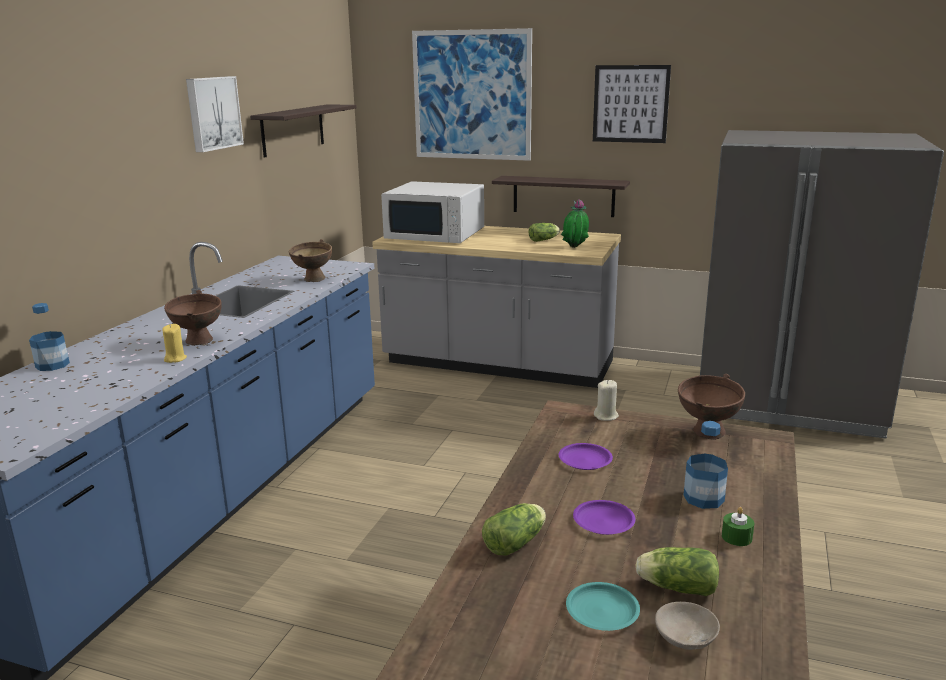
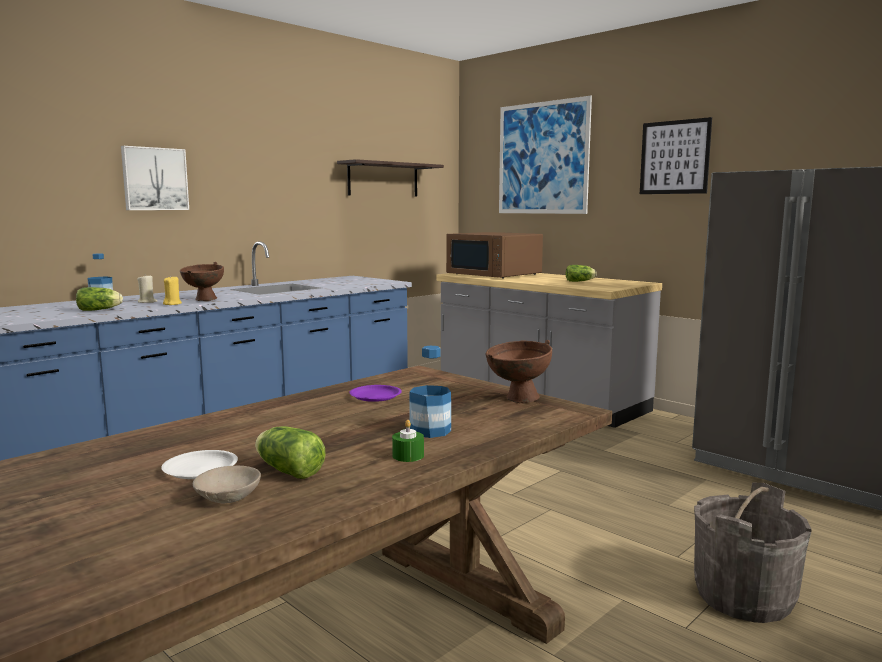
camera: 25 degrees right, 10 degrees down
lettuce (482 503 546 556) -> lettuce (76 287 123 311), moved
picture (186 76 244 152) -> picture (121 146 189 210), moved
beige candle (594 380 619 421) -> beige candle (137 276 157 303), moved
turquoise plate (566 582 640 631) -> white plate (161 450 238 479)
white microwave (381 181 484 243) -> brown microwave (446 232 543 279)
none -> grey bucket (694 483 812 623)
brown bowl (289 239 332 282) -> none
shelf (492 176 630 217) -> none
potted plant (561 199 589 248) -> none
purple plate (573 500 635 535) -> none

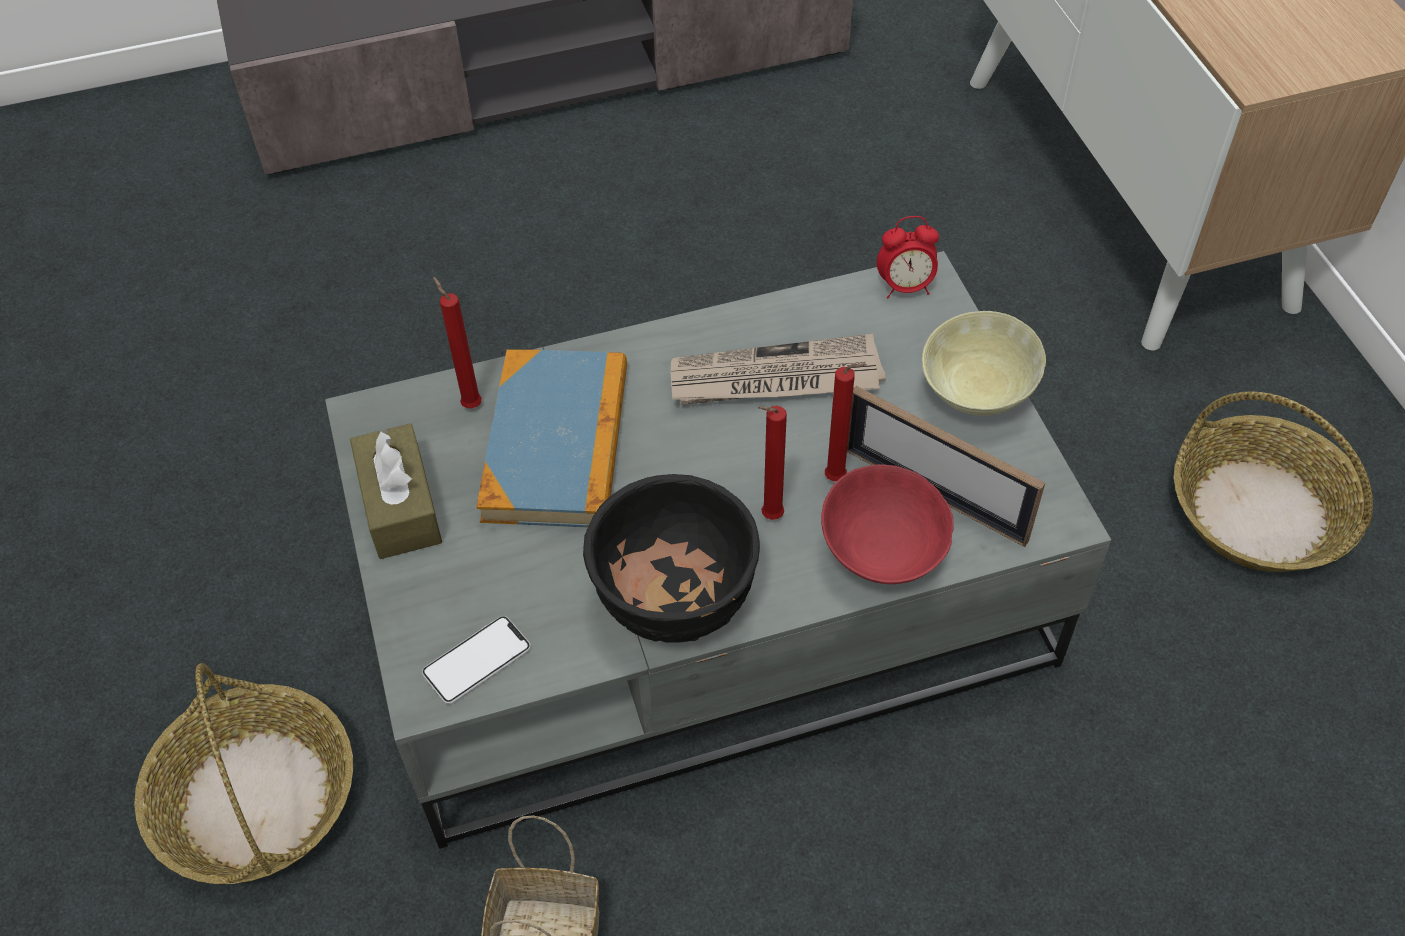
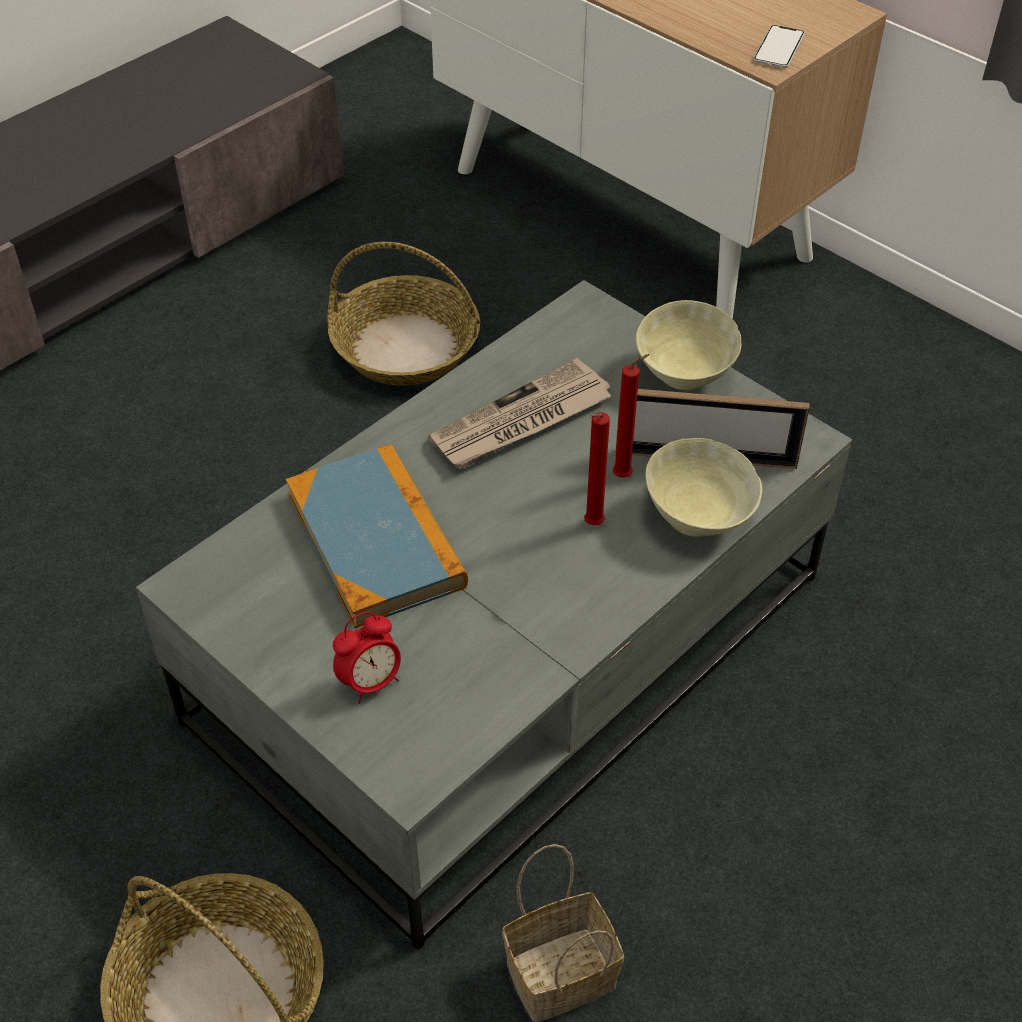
camera: 30 degrees left, 5 degrees down
basket (1174 392 1373 572) -> basket (327 242 481 386), moved
alarm clock (877 216 939 299) -> alarm clock (333 612 401 704), moved
red bowl (821 464 953 584) -> beige bowl (645 438 762 537)
phone (422 616 531 704) -> phone (753 25 805 68), moved
brown tissue box (350 423 442 559) -> none
red candle (433 277 482 408) -> none
black bowl (583 474 760 643) -> none

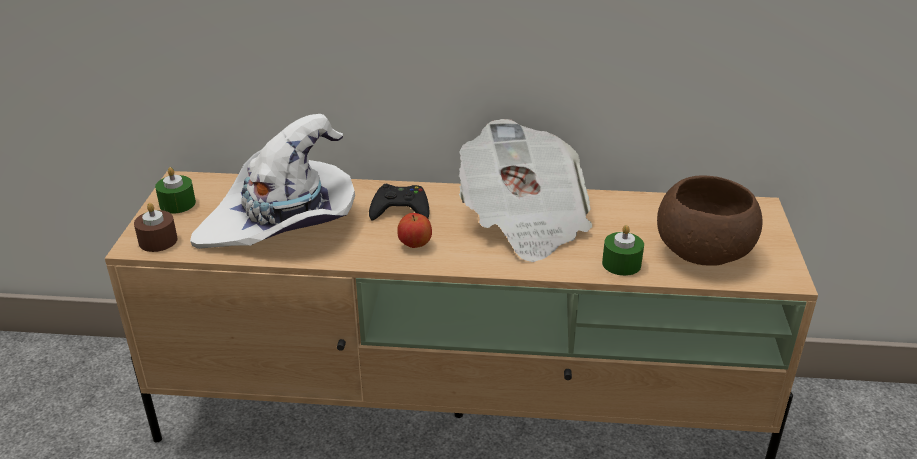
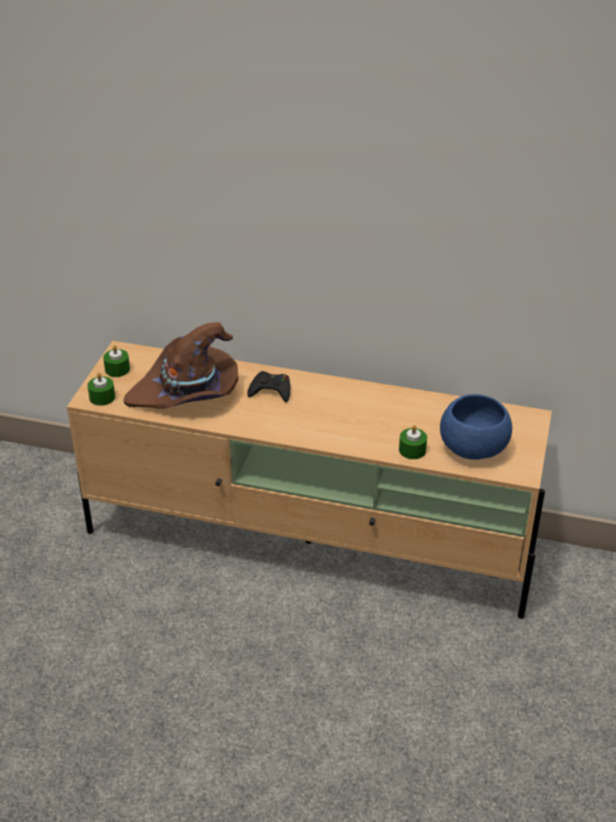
camera: 10 degrees right, 5 degrees up
brown candle (134 203 178 252) -> green candle (87 373 115 406)
white hat (190 114 355 249) -> brown hat (123 322 238 409)
brown bowl (657 176 763 266) -> blue bowl (440 394 512 460)
apple (397 213 432 248) -> none
newspaper (459 119 592 262) -> none

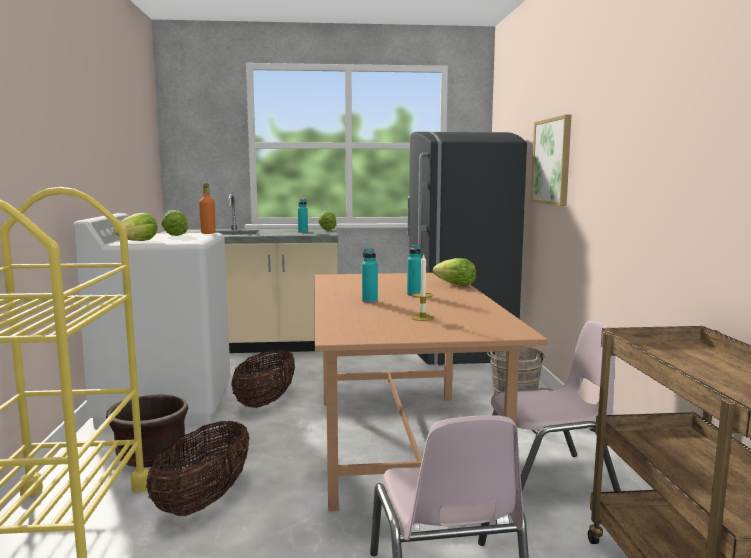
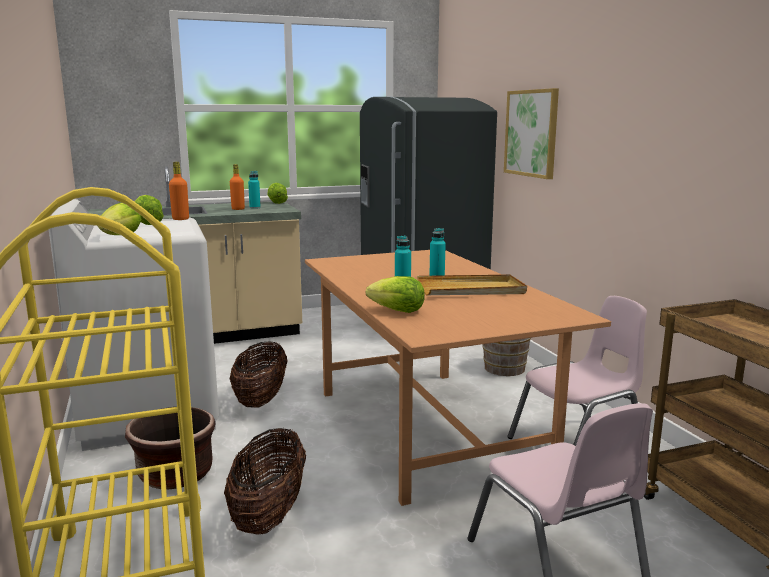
camera: 15 degrees left, 5 degrees up
none -> orange bottle (230 164 245 210)
lettuce (433 258 476 286) -> lettuce (366 276 425 313), moved
none -> beige tray (417 274 527 295)
candle (411 255 435 321) -> none

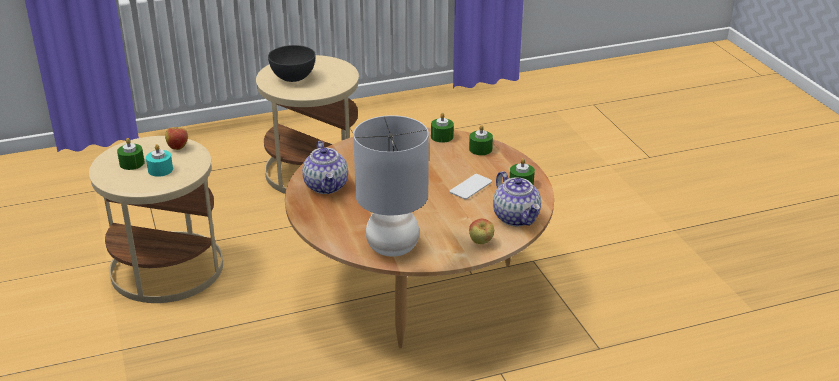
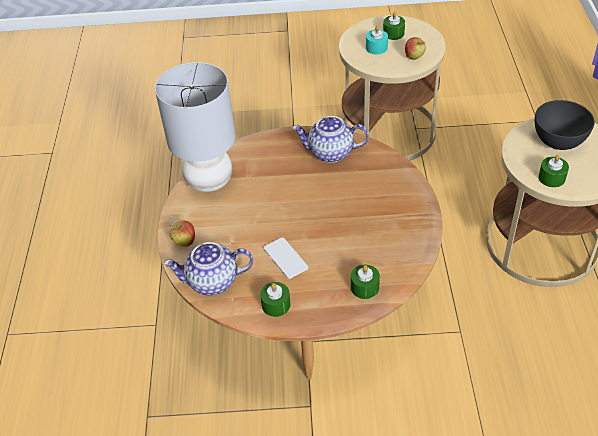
camera: 110 degrees right, 15 degrees up
green candle (431 113 454 143) -> green candle (538 155 569 188), moved

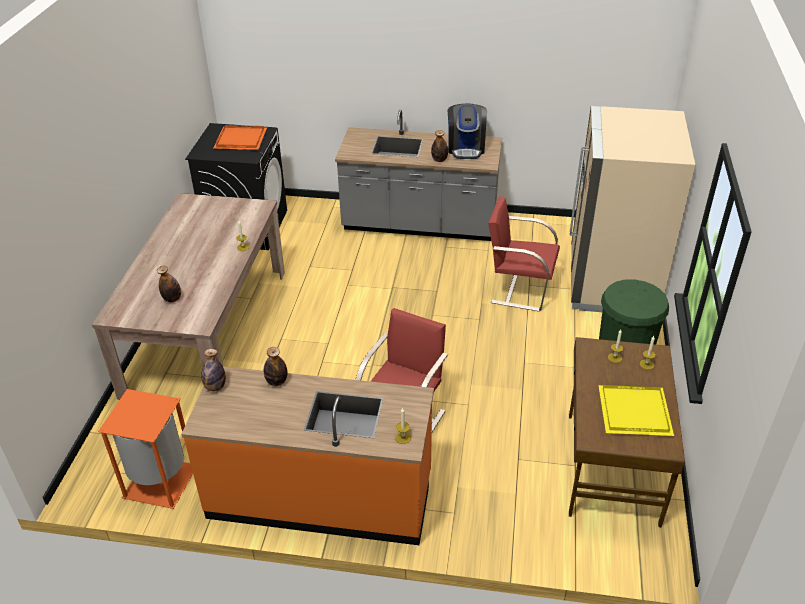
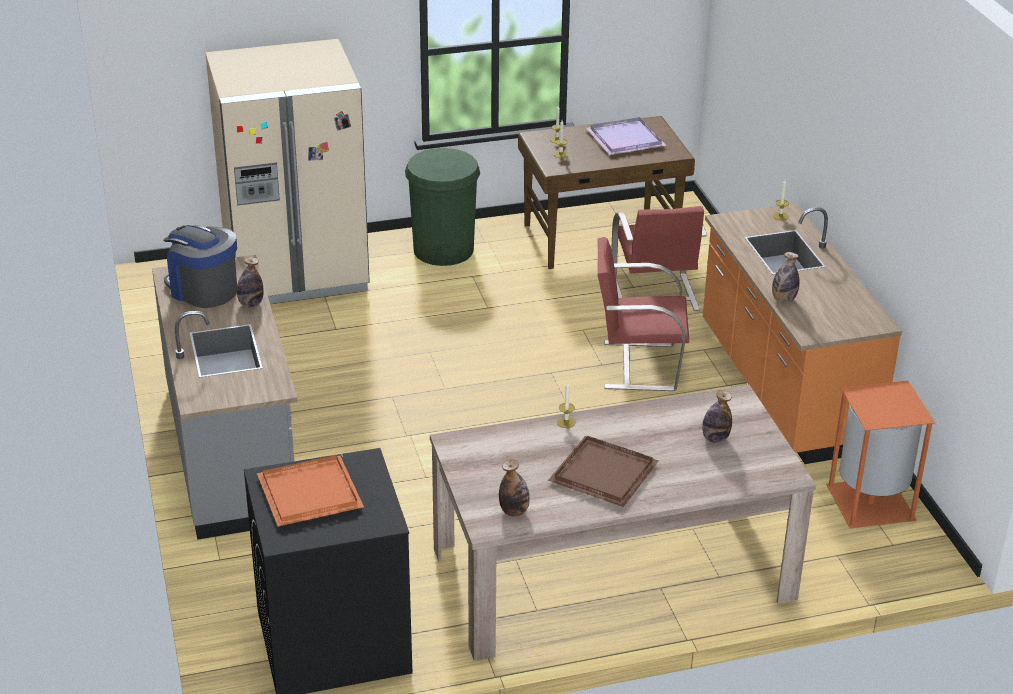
camera: 115 degrees left, 5 degrees down
coffee machine (448 104 487 159) -> coffee machine (163 225 237 308), 120 degrees counterclockwise
bottle (201 349 226 391) -> bottle (499 459 530 517), moved
none -> brown tray (548 436 659 507)
yellow tray (598 385 674 436) -> purple tray (586 117 667 155)
red chair (488 197 560 311) -> red chair (611 206 707 311), moved

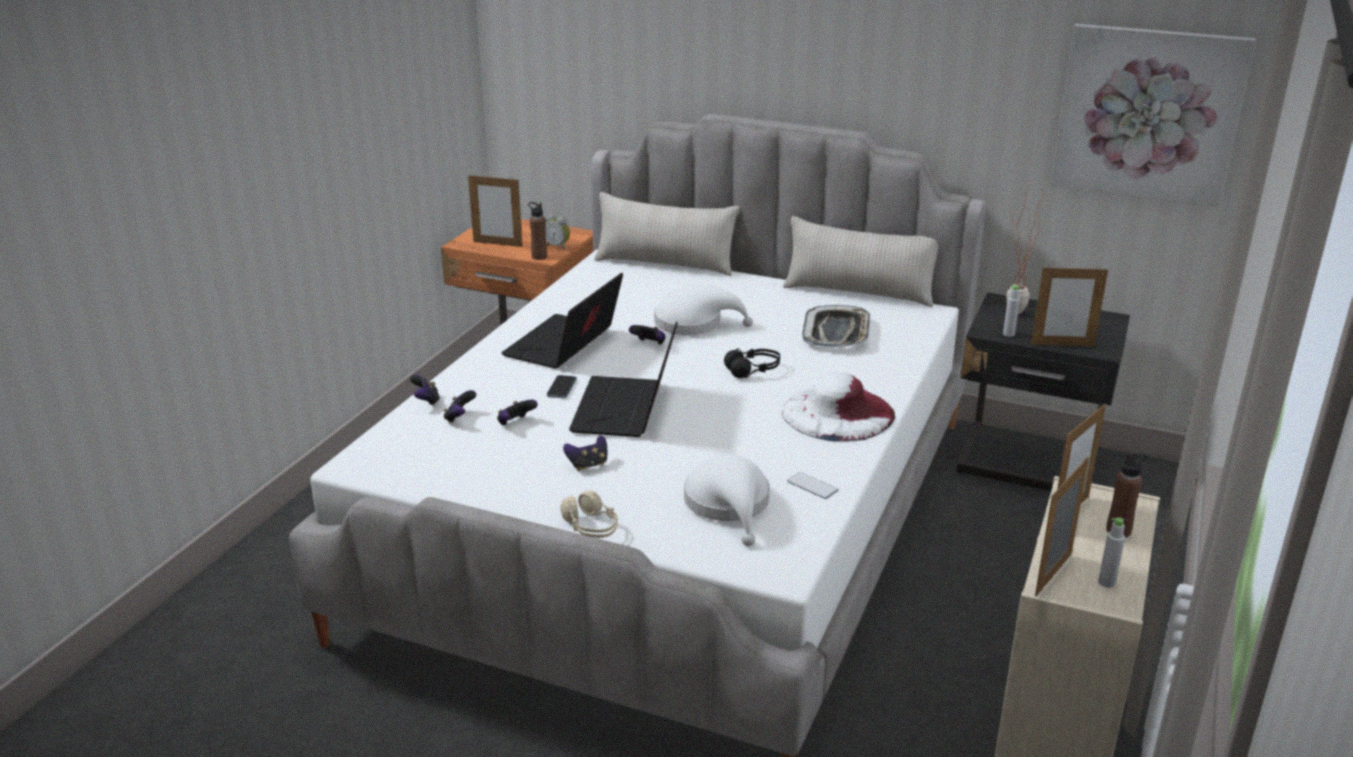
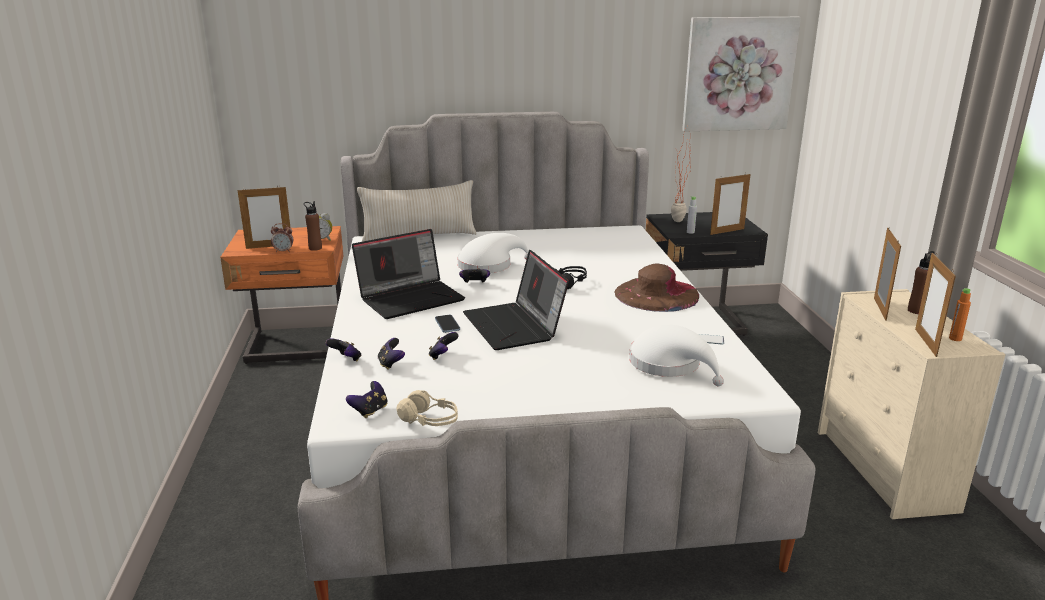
camera: 30 degrees left, 5 degrees down
none -> alarm clock (271 223 293 252)
game controller (563 435 607 471) -> game controller (346 381 388 418), moved
laptop (501 273 623 368) -> laptop (352 229 465 319), 120 degrees counterclockwise
beige headphones (560 491 618 538) -> beige headphones (396 390 458 426), moved
white hat (782 372 895 441) -> brown hat (614 263 699 312)
grey bottle (1098 517 1125 588) -> orange bottle (949 288 971 341)
beige pillow (783 216 938 307) -> none
tray (802 305 870 347) -> none

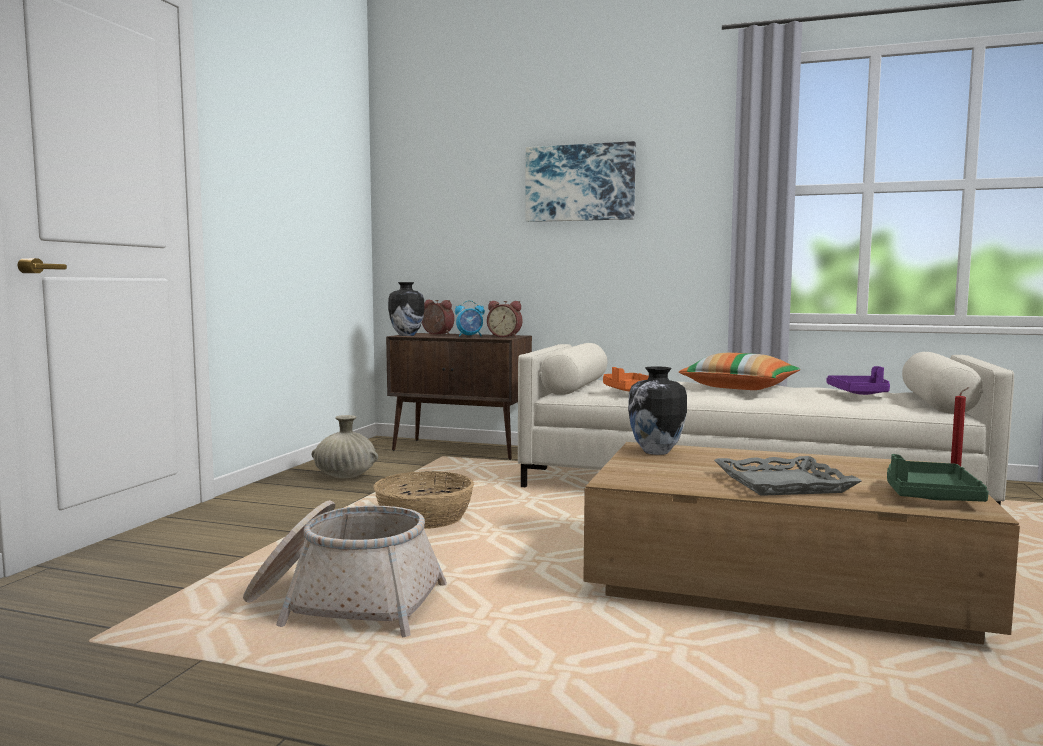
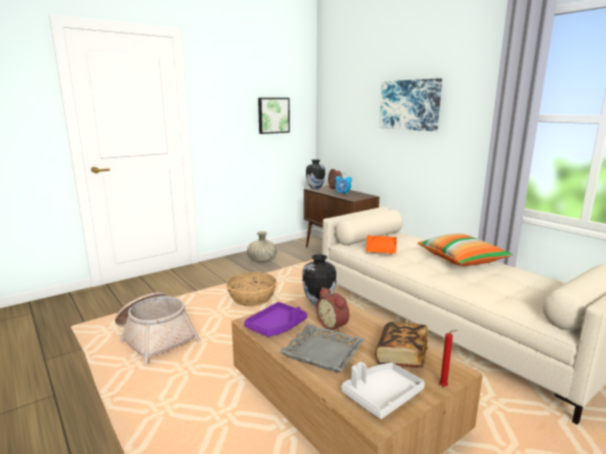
camera: 35 degrees right, 10 degrees up
purple tray (827 366 890 395) -> purple tray (244 302 307 337), moved
none -> picture (258 98 290 134)
alarm clock (487 301 523 337) -> alarm clock (316 287 349 332), moved
green tray (887 454 989 502) -> grey tray (341 362 425 419)
none -> book (375 322 428 368)

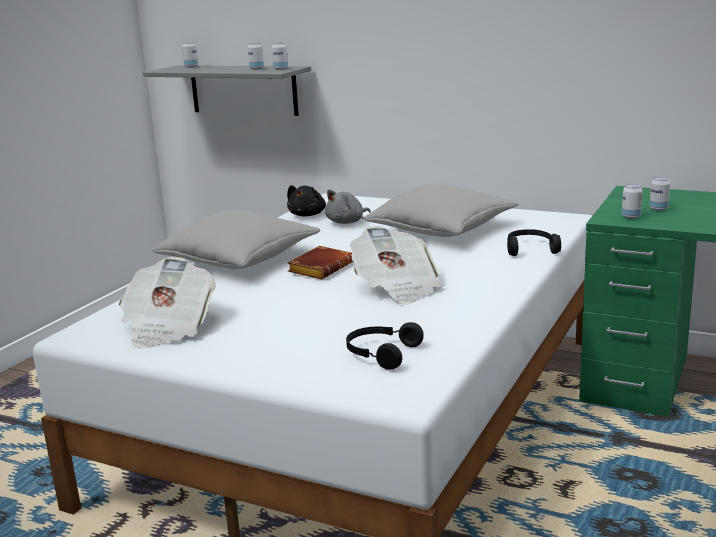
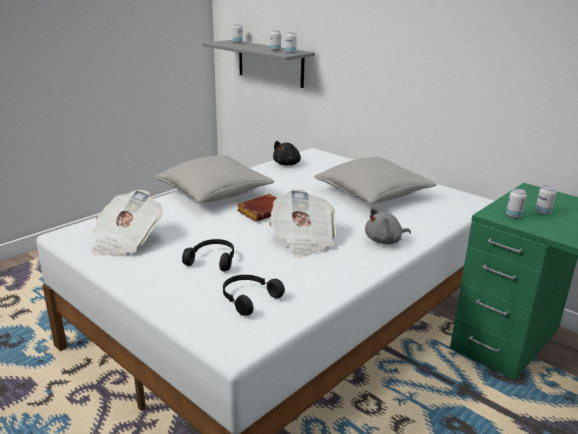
camera: 15 degrees right, 5 degrees up
black headphones (507 229 561 256) -> black headphones (182 239 234 271), moved
grey plush toy (325 189 371 224) -> grey plush toy (365 208 411 244), moved

